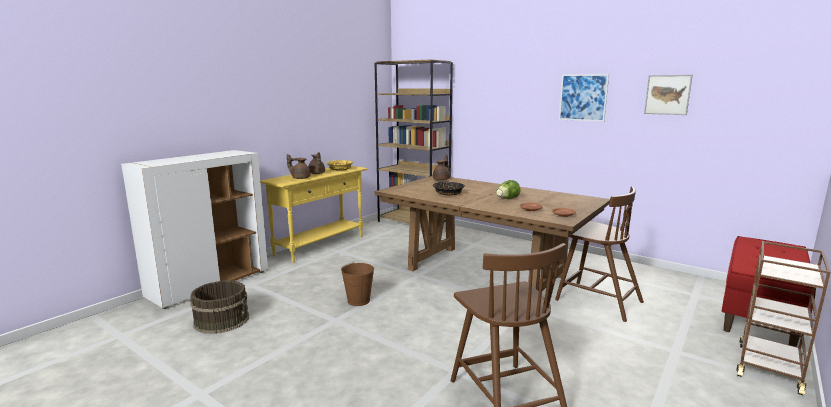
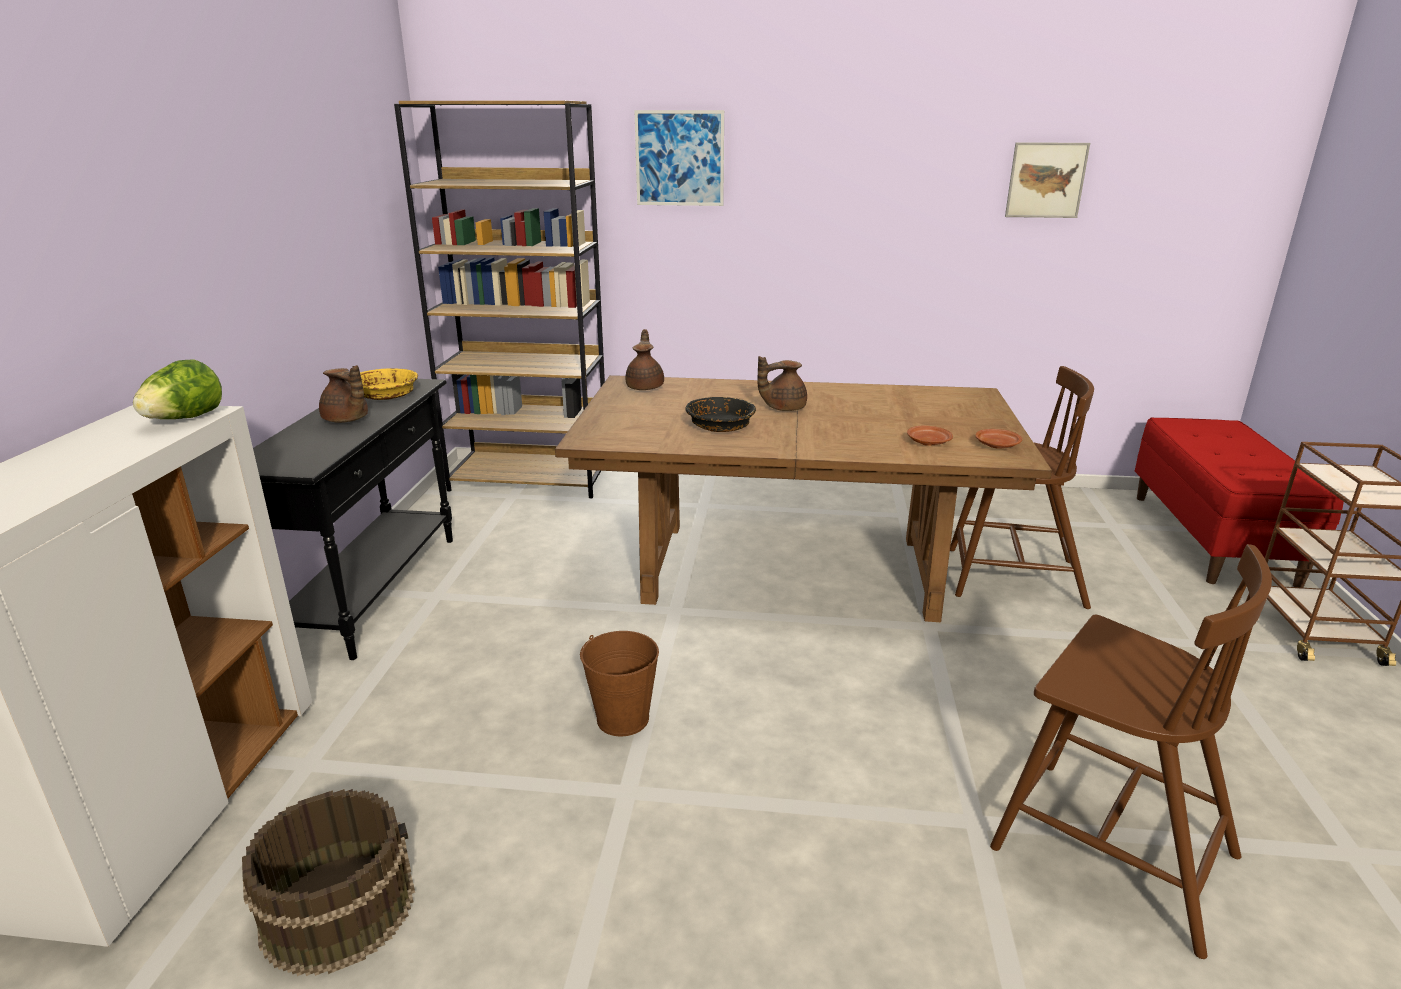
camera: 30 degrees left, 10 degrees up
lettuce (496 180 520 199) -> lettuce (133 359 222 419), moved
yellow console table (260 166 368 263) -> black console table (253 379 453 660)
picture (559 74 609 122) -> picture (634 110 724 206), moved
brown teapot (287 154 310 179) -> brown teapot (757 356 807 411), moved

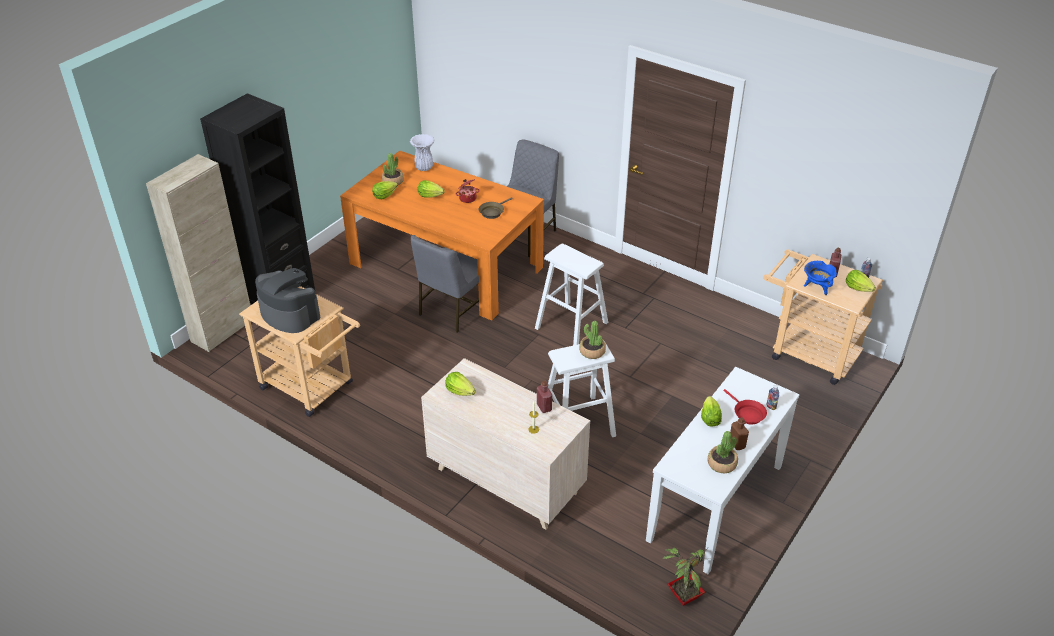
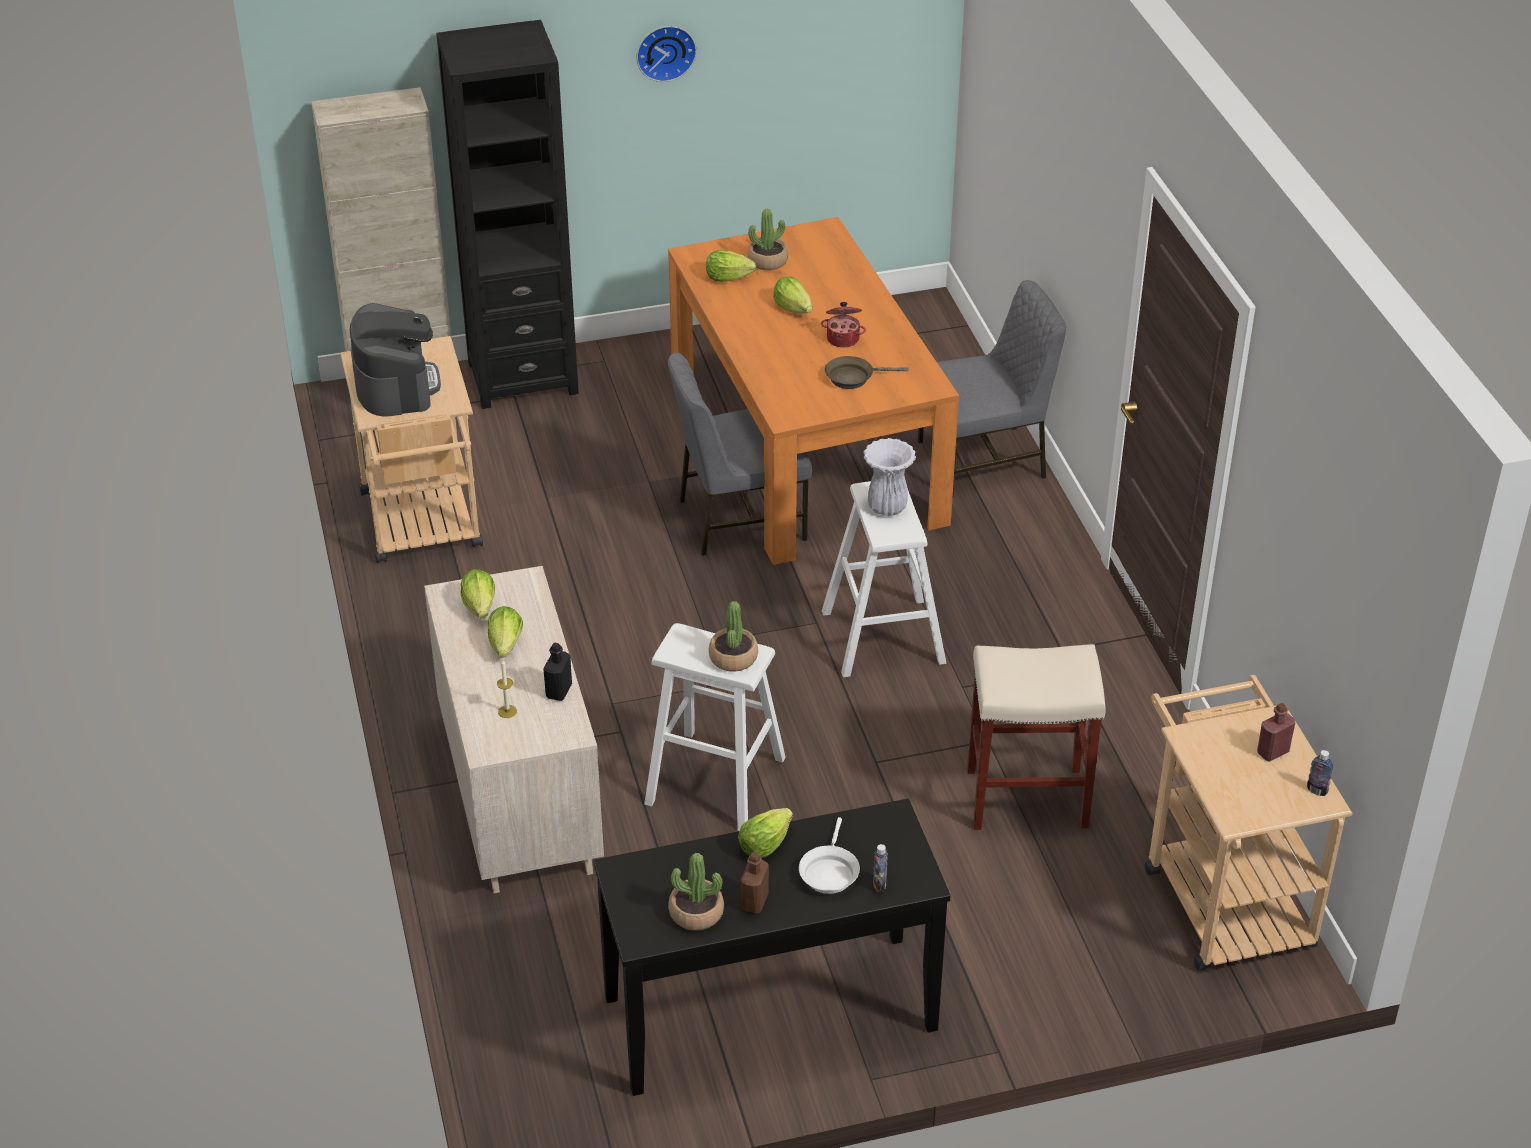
camera: 40 degrees right, 0 degrees up
lettuce (846 270 876 292) -> lettuce (488 606 523 657), moved
red bottle (537 381 552 413) -> black bottle (543 643 572 701)
white console table (646 367 799 574) -> black console table (593 799 951 1096)
none -> wall clock (636 26 697 82)
red frying pan (723 389 767 424) -> white frying pan (799 817 860 894)
white vase (410 134 434 171) -> white vase (864 438 916 516), moved
none -> beige stool (967 644 1106 830)
potted plant (662 547 709 606) -> none
blue cooking pot (804 261 837 295) -> none

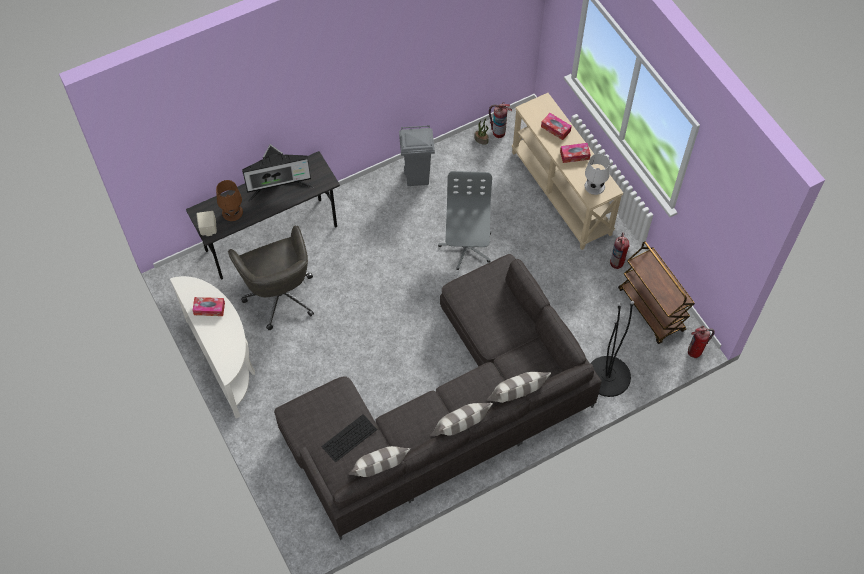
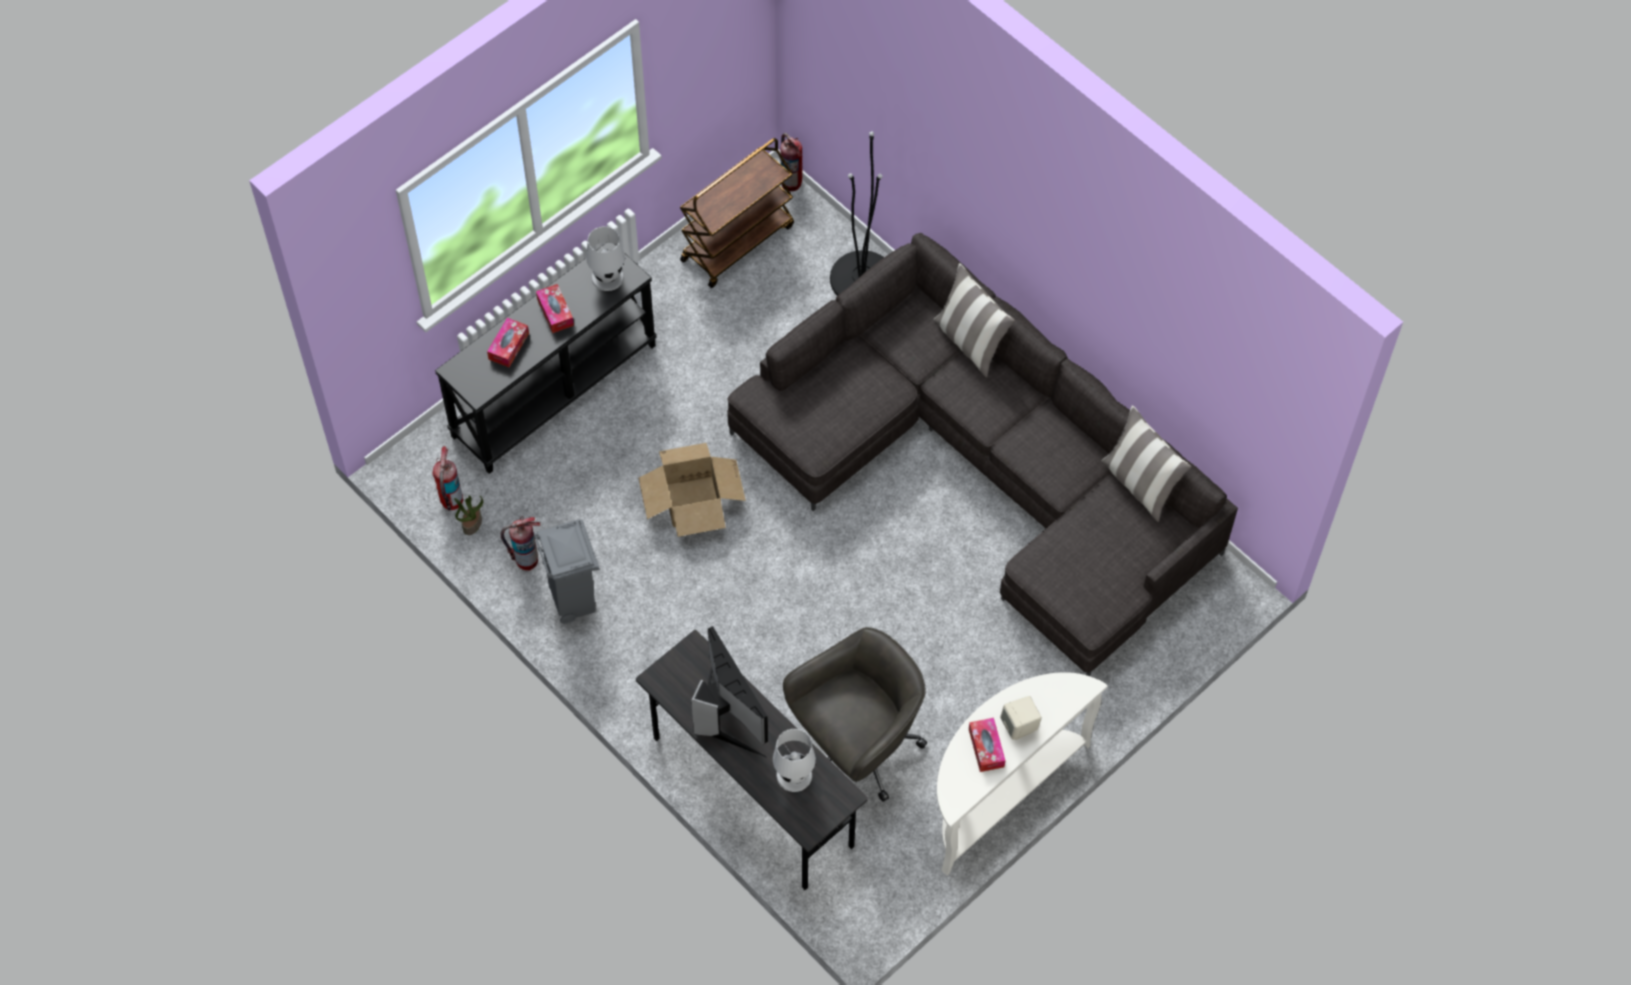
camera: 105 degrees left, 0 degrees up
beige console table (512 93 623 250) -> black console table (435 243 657 474)
fire extinguisher (610 232 630 269) -> fire extinguisher (500 516 541 570), moved
grey office chair (438 171 492 270) -> cardboard box (639 443 746 537)
brown table lamp (216 180 243 221) -> white table lamp (773 729 816 792)
beige speaker (197 211 217 236) -> beige speaker (1000 696 1042 740), moved
keyboard (321 414 377 463) -> none
pillow (430 403 493 436) -> none

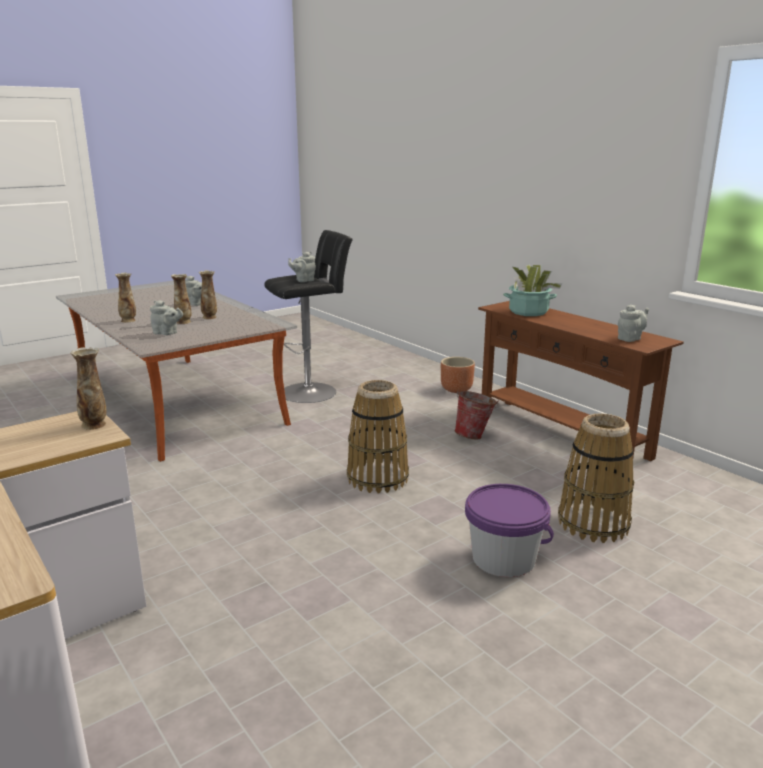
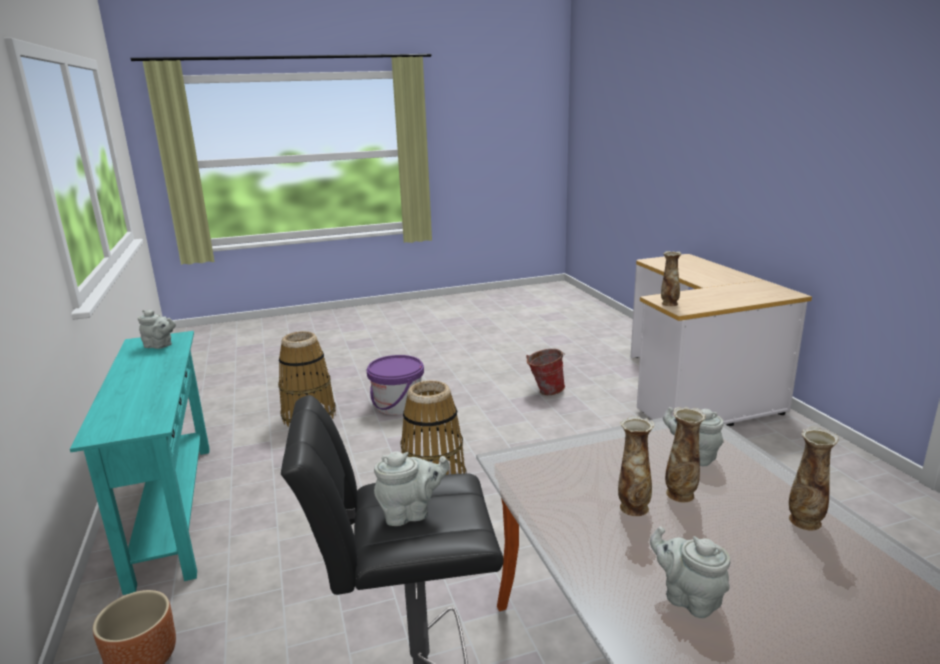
camera: 160 degrees left, 0 degrees up
brown console table (478 301 684 461) -> turquoise console table (70 331 210 595)
grey teapot (618 304 649 342) -> grey teapot (138 309 176 349), 150 degrees counterclockwise
bucket (454 391 499 439) -> bucket (526 349 565 395), moved
potted plant (503 265 563 316) -> none

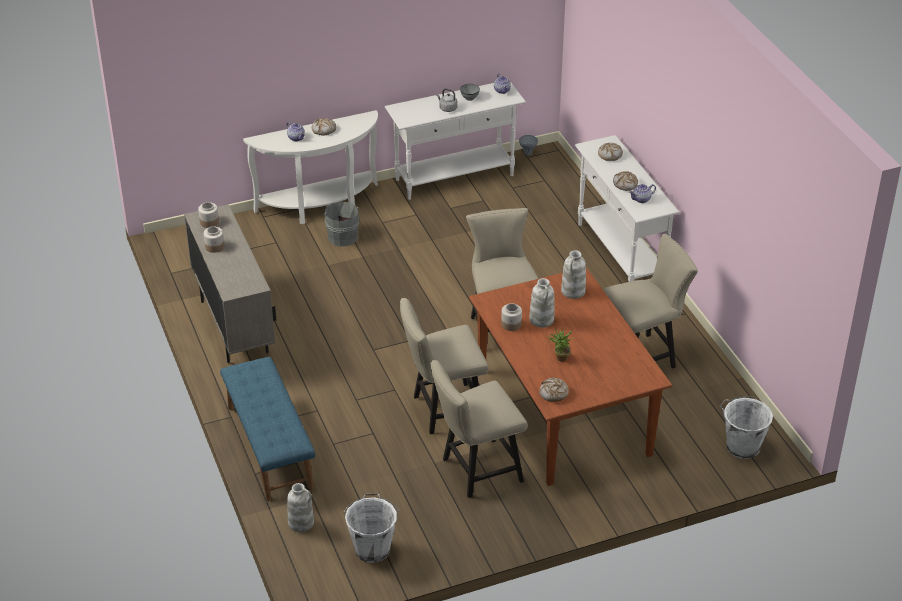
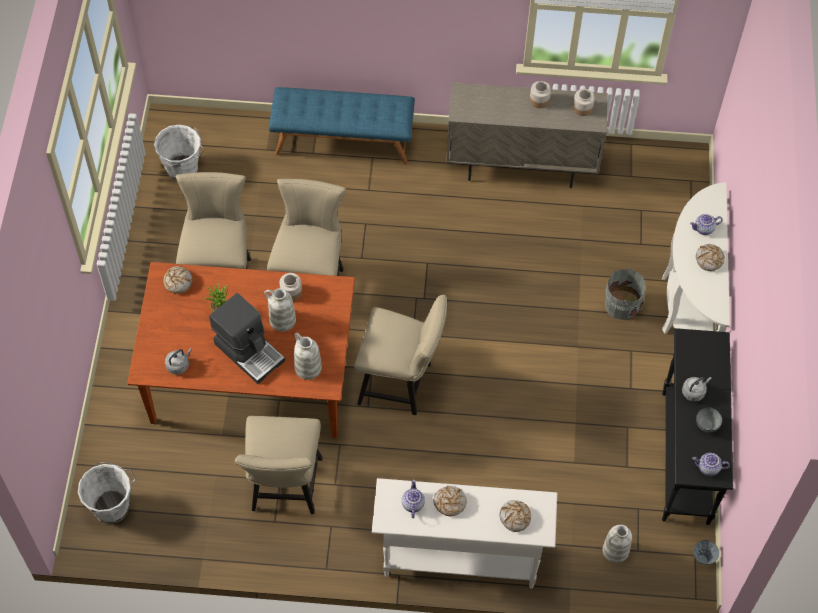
camera: 115 degrees right, 20 degrees up
none -> grey kettle (165 348 192 375)
none -> coffee machine (209 293 285 384)
white vase (287 483 314 533) -> white vase (602 525 632 563), moved
white console table (385 82 526 200) -> black console table (662 328 733 525)

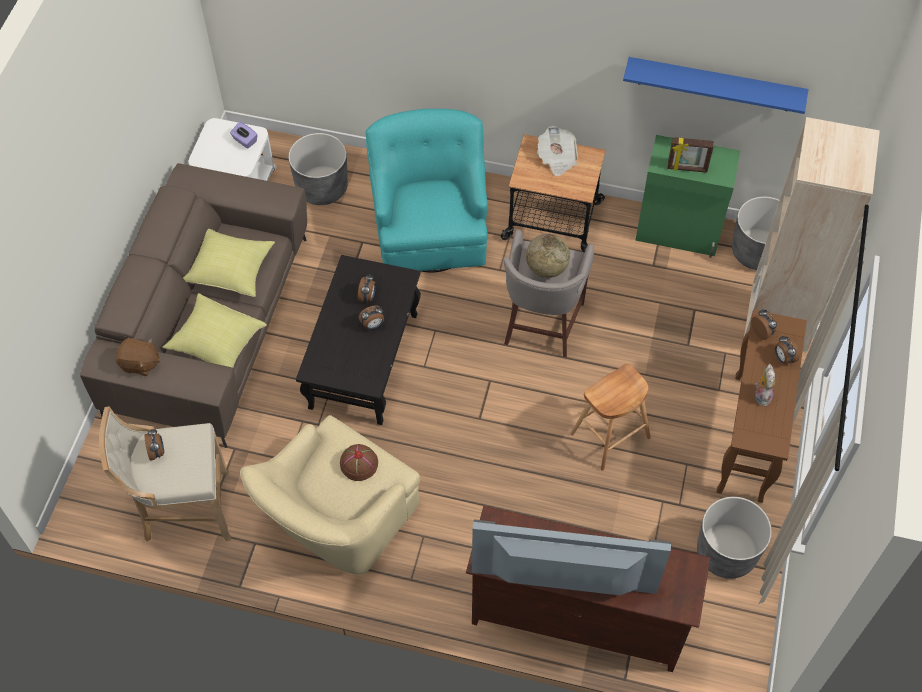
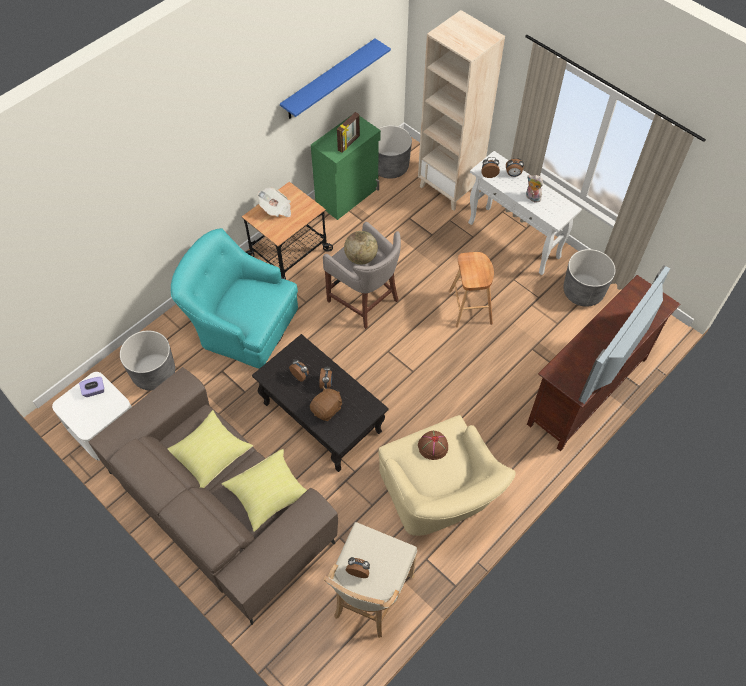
camera: 60 degrees left, 0 degrees up
brown plush toy (116 338 160 376) -> brown plush toy (310 386 342 421), moved
brown console table (716 310 807 503) -> white console table (468 151 582 275)

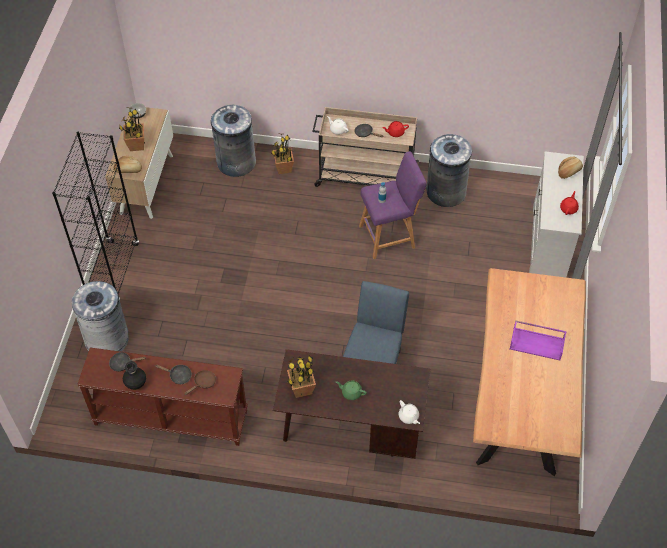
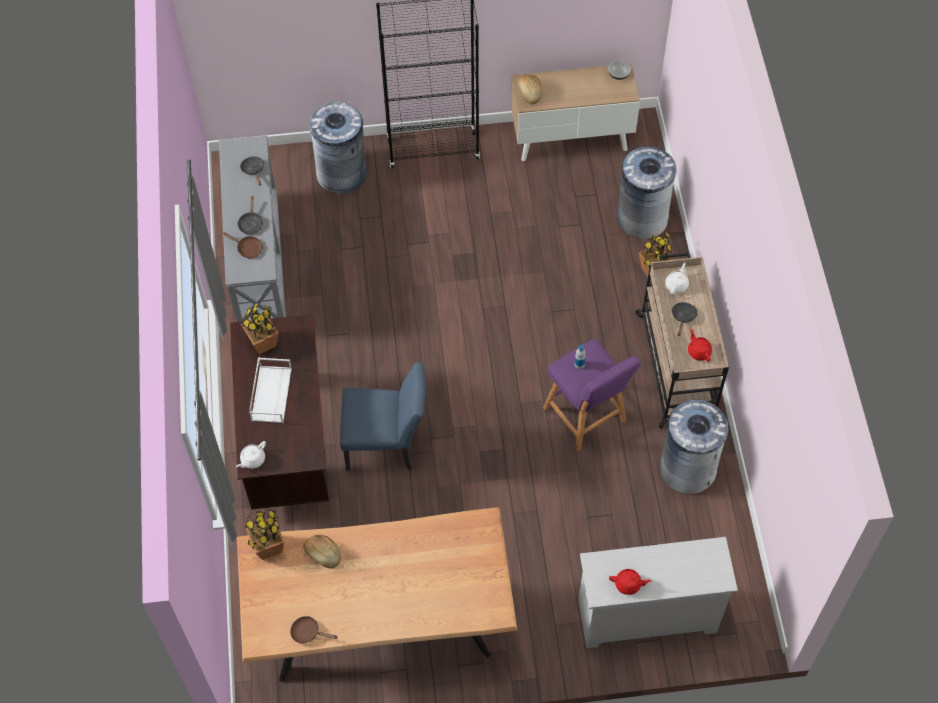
camera: 75 degrees right, 5 degrees up
brown console table (77 347 248 446) -> grey console table (219 136 286 322)
potted plant (119 107 145 151) -> potted plant (245 509 284 560), moved
green teapot (336 380 367 400) -> white tray (249 357 292 423)
none -> brown frying pan (290 616 338 644)
bread (558 157 583 179) -> bread (303 534 341 569), moved
black vase (123 361 146 390) -> none
purple tray (509 321 567 360) -> none

